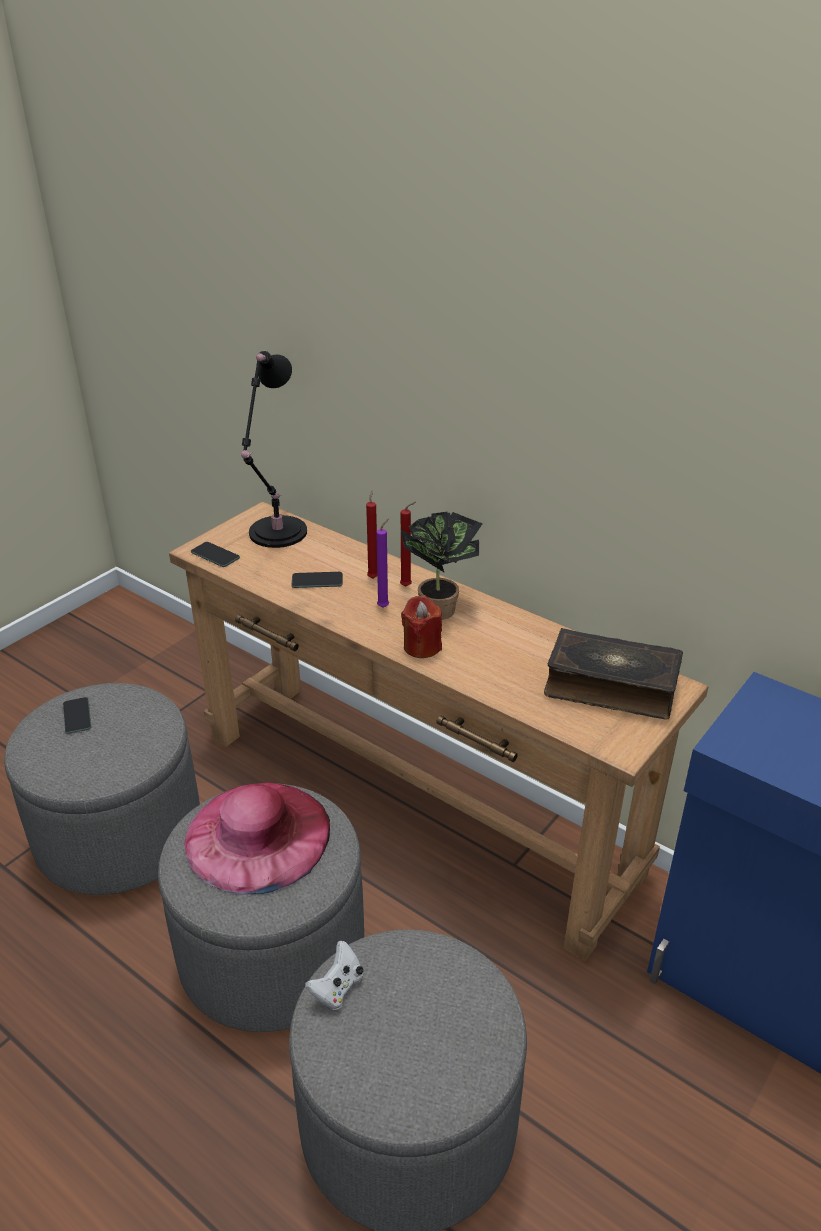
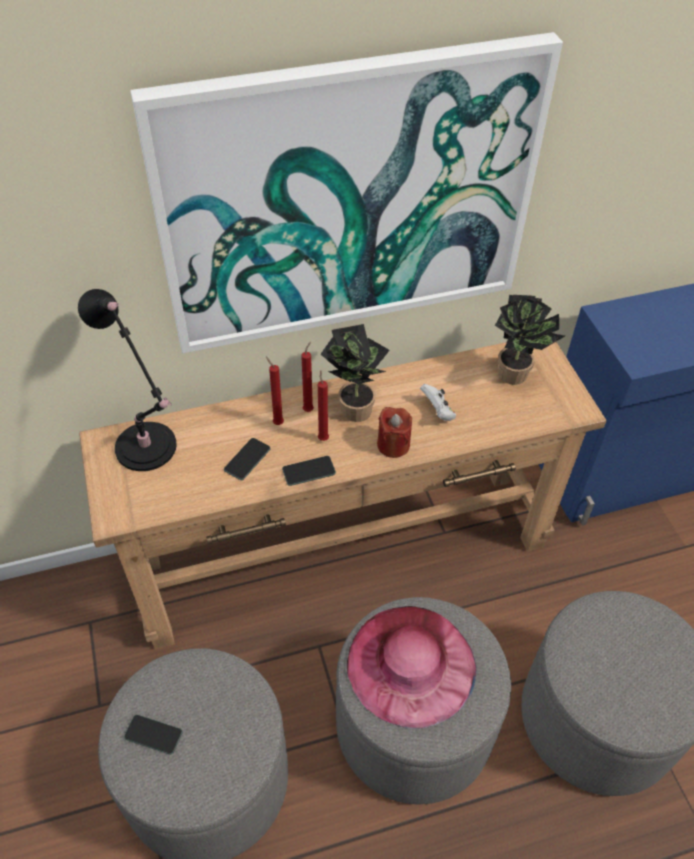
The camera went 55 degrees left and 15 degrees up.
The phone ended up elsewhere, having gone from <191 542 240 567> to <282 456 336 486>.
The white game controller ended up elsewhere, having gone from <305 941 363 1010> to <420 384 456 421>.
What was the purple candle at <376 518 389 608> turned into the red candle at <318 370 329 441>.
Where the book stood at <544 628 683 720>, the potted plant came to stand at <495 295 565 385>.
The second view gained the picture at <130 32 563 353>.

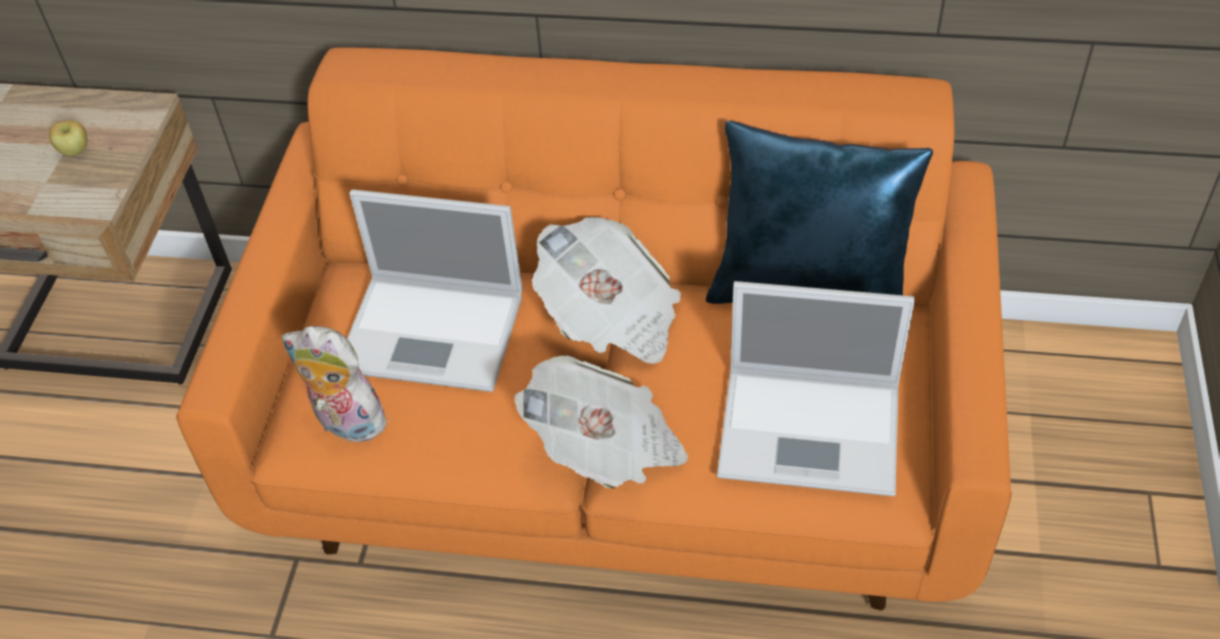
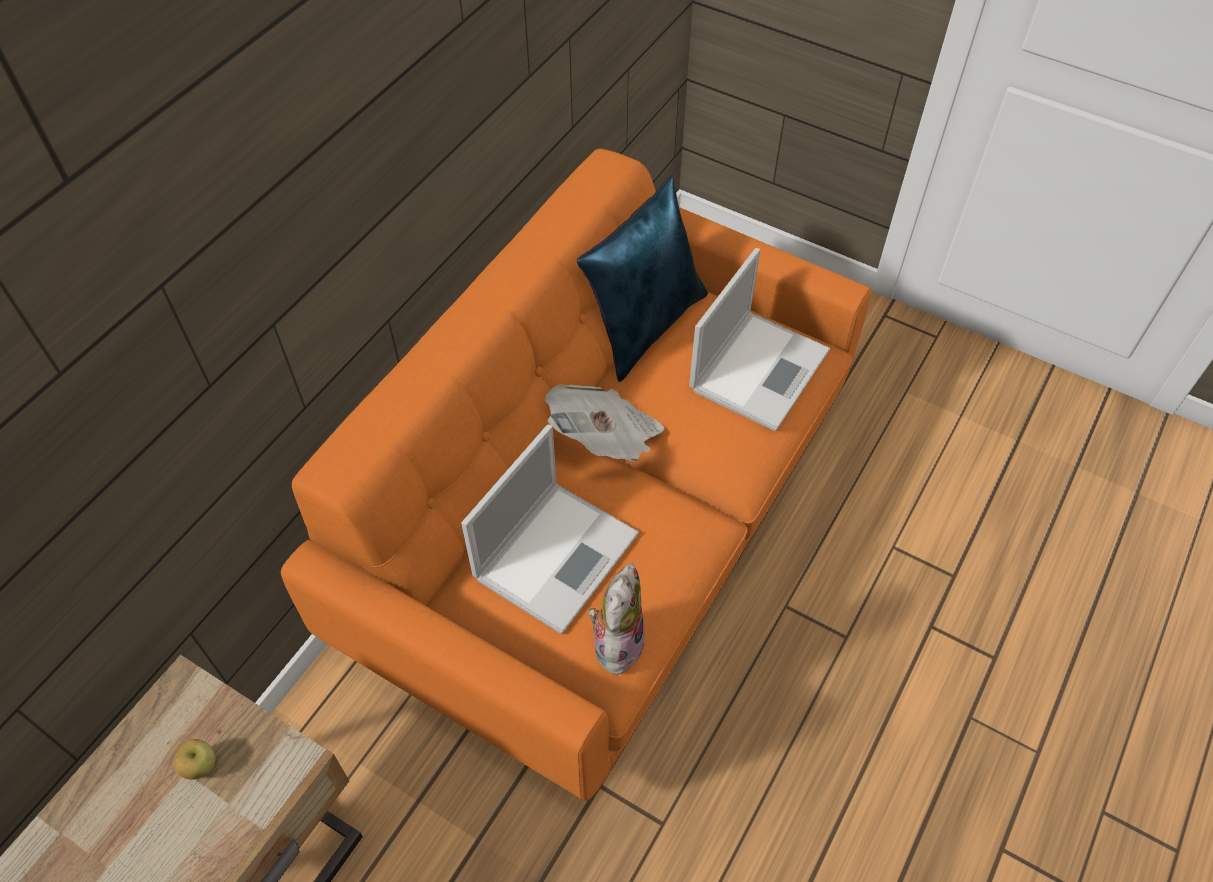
The camera went 70 degrees left and 5 degrees up.
The plush toy at <282 326 395 442> ended up facing another way, 150 degrees clockwise from before.
The second view lost the newspaper at <514 355 689 489>.

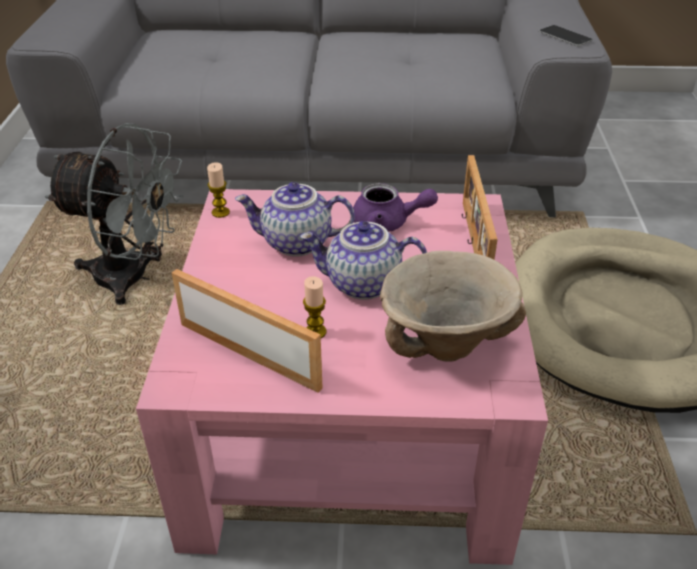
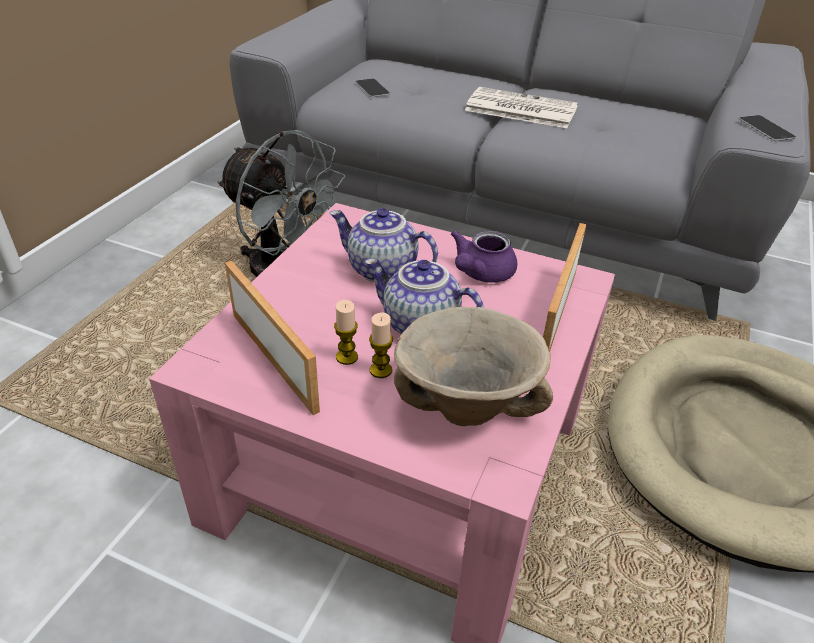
The camera went 20 degrees right and 0 degrees up.
The candle ended up elsewhere, having gone from <207 162 230 218> to <369 312 393 378>.
The purple teapot at <353 183 438 232> ended up facing another way, 90 degrees clockwise from before.
The second view gained the phone at <355 78 390 97>.
The second view gained the newspaper at <465 87 578 128>.

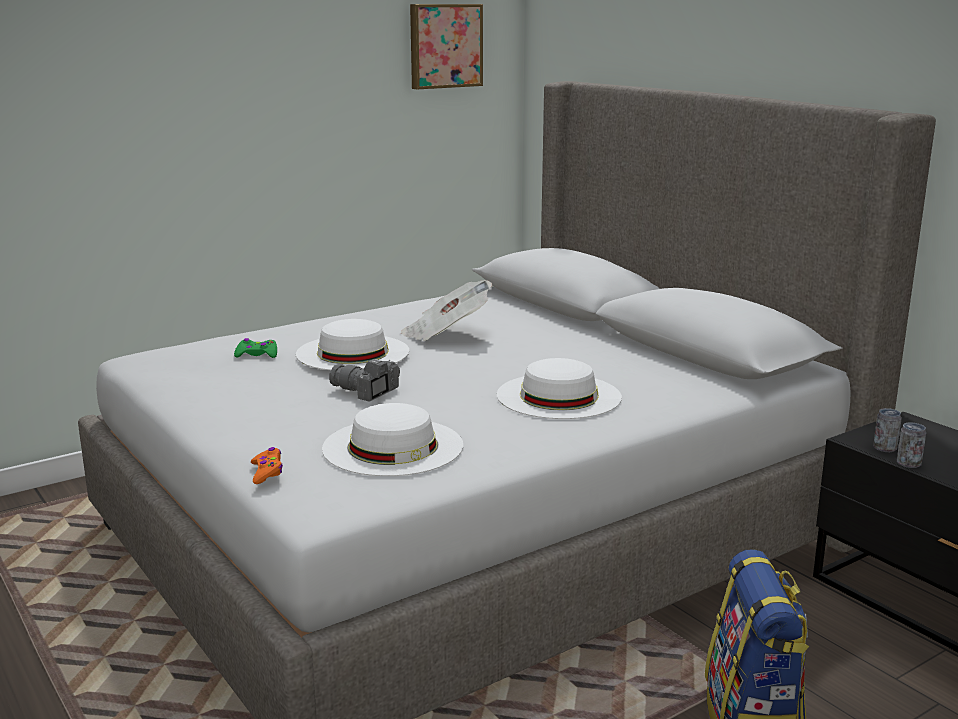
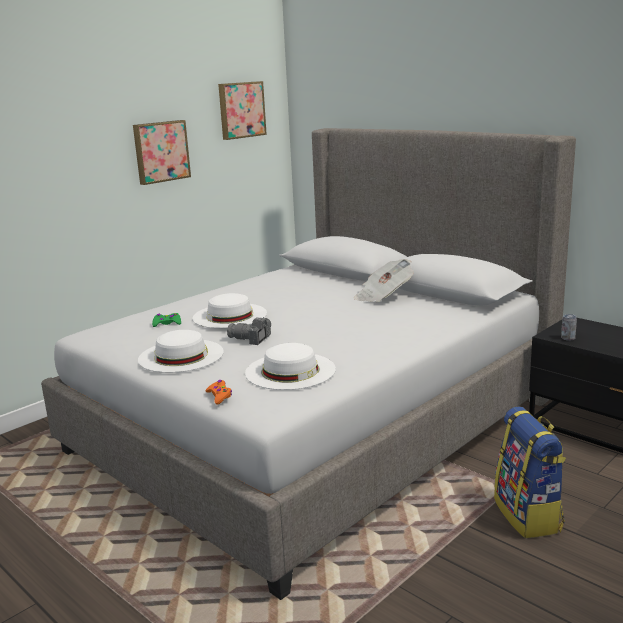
The camera went 10 degrees left and 0 degrees up.
The newspaper ended up elsewhere, having gone from <401 280 493 341> to <354 259 414 302>.
The white hat ended up elsewhere, having gone from <497 358 622 419> to <138 330 224 373>.
The second view lost the can at <897 423 926 468>.
The second view gained the picture at <133 120 191 185>.

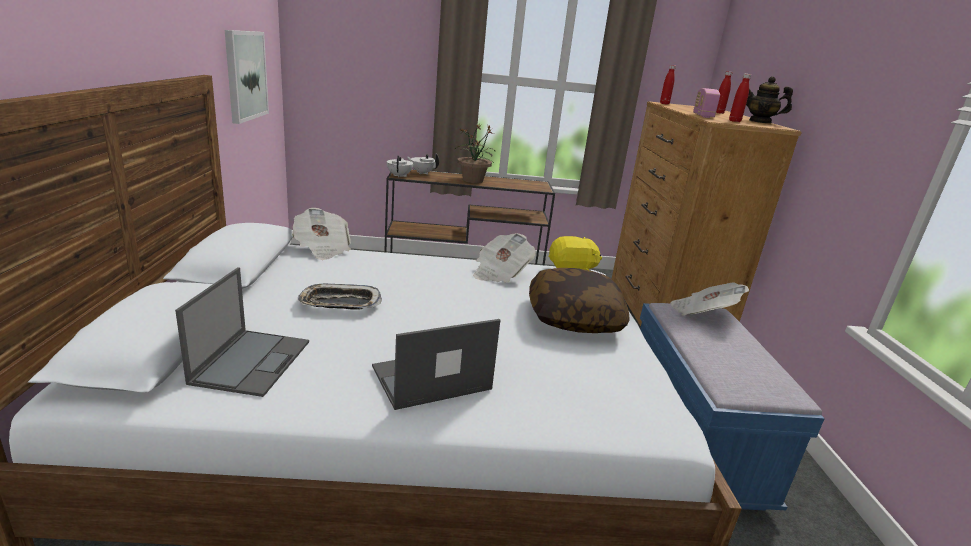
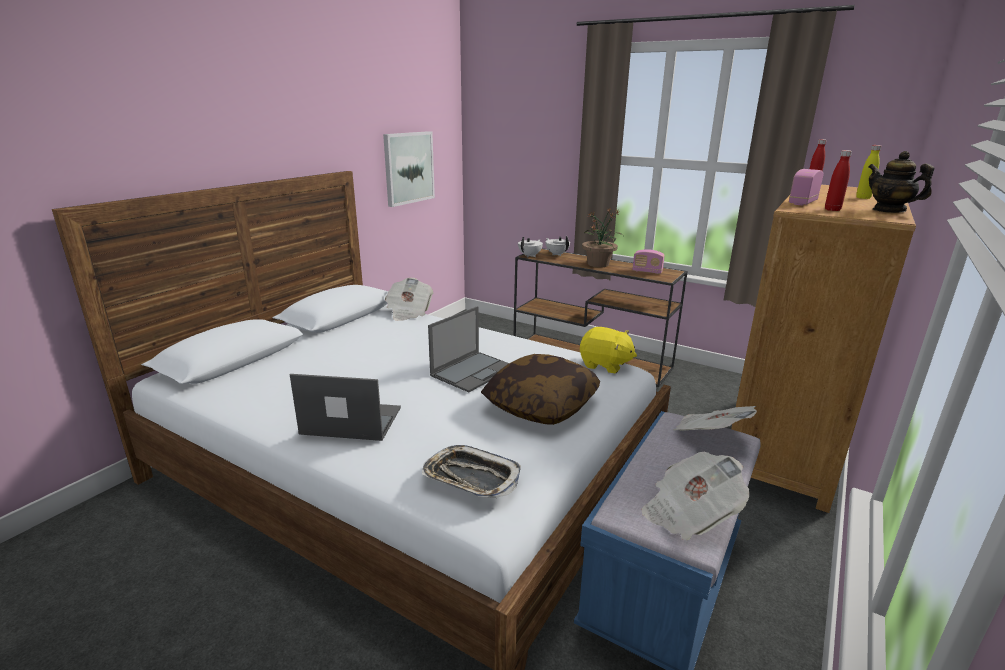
The camera went 35 degrees right and 0 degrees up.
The laptop ended up elsewhere, having gone from <175 267 309 397> to <428 306 509 392>.
The tray ended up elsewhere, having gone from <297 284 382 310> to <422 445 521 498>.
The newspaper ended up elsewhere, having gone from <473 233 536 283> to <642 452 750 540>.
What was the red bottle at <716 71 733 114> turned into the yellow bottle at <856 145 881 199>.
The second view gained the radio at <632 249 665 274>.

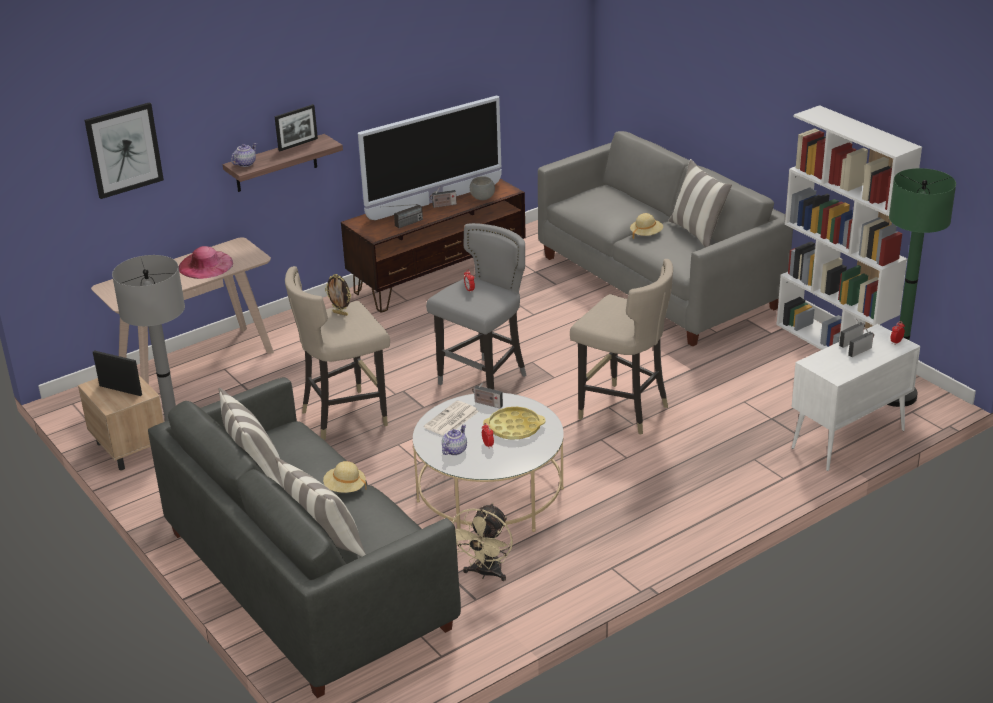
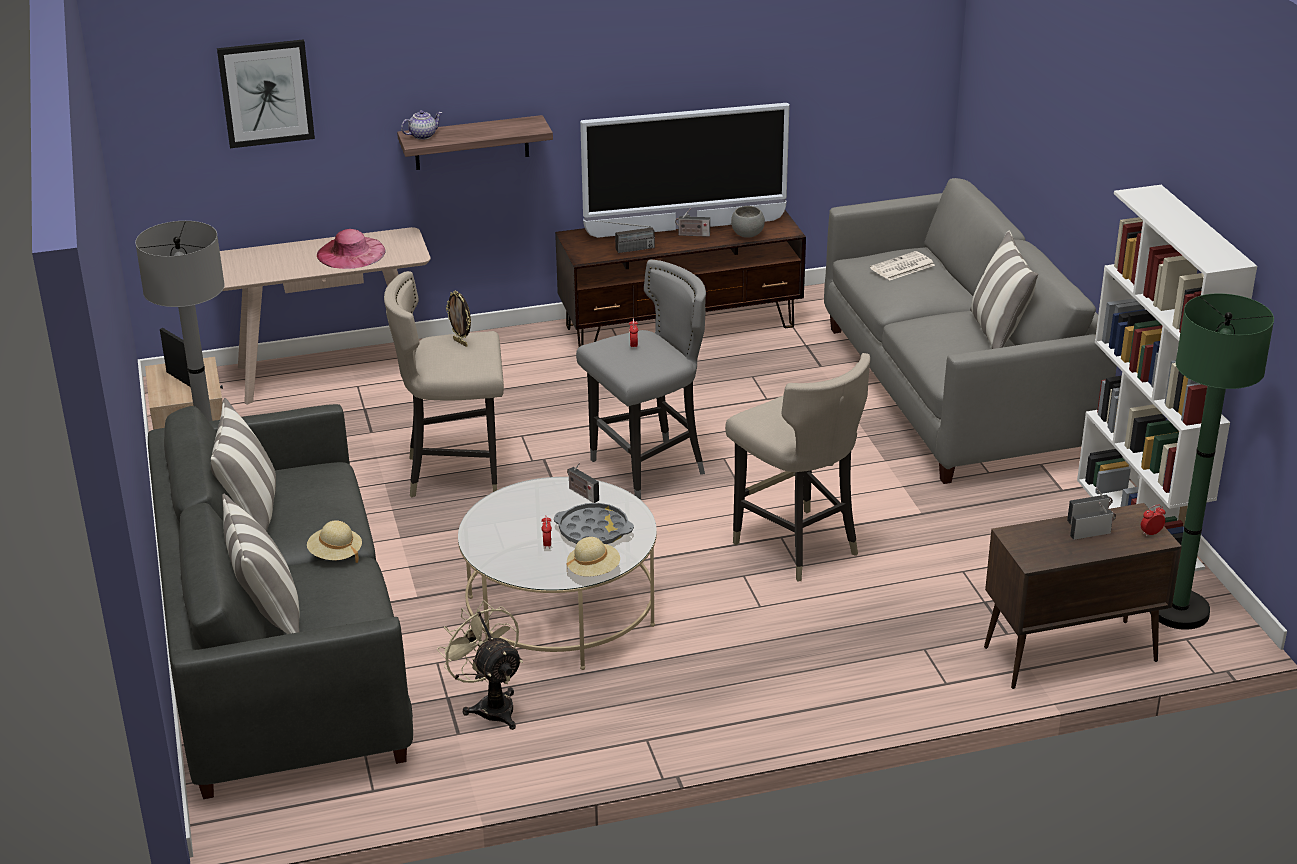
The camera went 20 degrees right and 0 degrees up.
The second view lost the picture frame at <274 104 318 151>.
The newspaper ended up elsewhere, having gone from <424 401 479 436> to <870 251 935 281>.
The second view lost the teapot at <442 425 467 455>.
The beige fan at <452 503 513 581> ended up facing another way, 105 degrees clockwise from before.
What was the yellow tray at <483 407 545 440> turned into the grey tray at <554 503 634 544>.
The beige hat ended up elsewhere, having gone from <630 213 663 239> to <567 537 620 577>.
What was the white cabinet at <792 324 920 471> turned into the brown cabinet at <984 503 1182 689>.

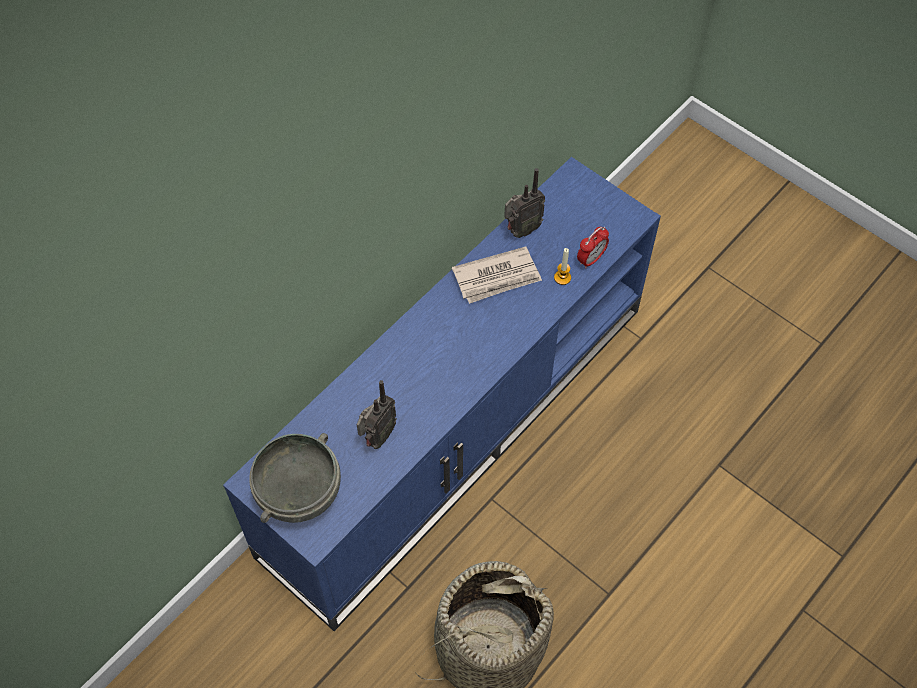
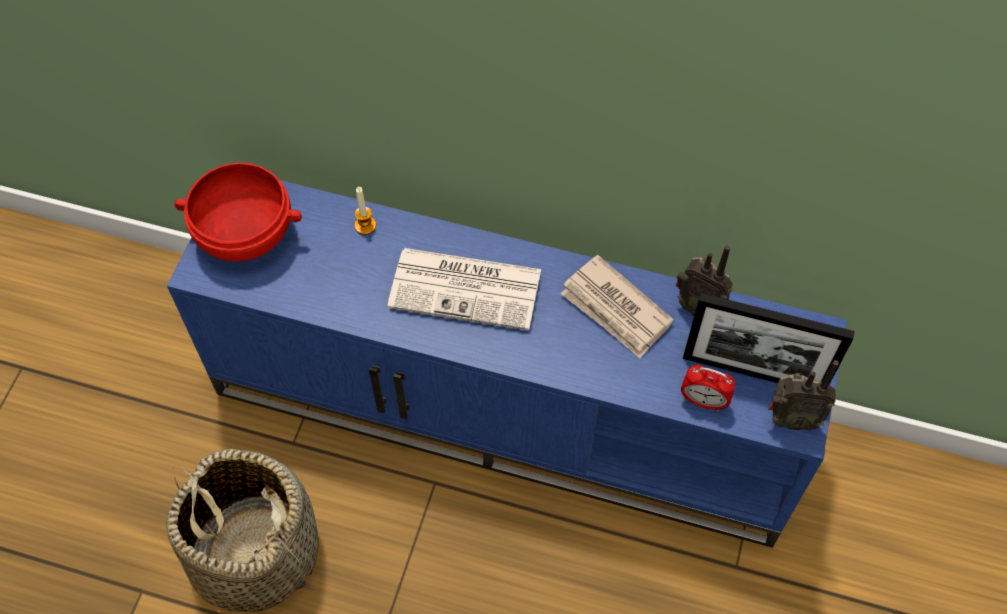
The camera went 65 degrees right and 0 degrees up.
What was the grey bowl at <249 433 341 523> turned into the red bowl at <174 163 302 261>.
The radio ended up elsewhere, having gone from <357 380 397 449> to <768 360 839 431>.
The candle ended up elsewhere, having gone from <554 248 571 285> to <354 187 376 235>.
The second view gained the newspaper at <387 248 541 331>.
The second view gained the picture frame at <683 293 855 385>.

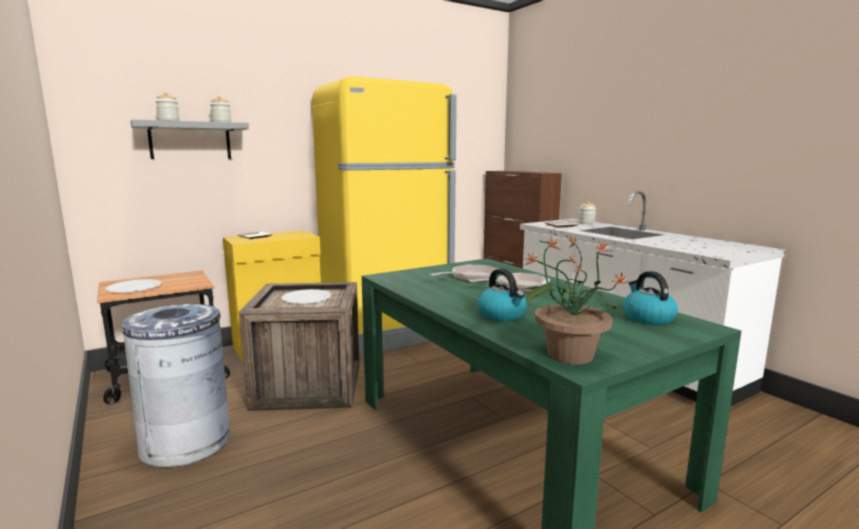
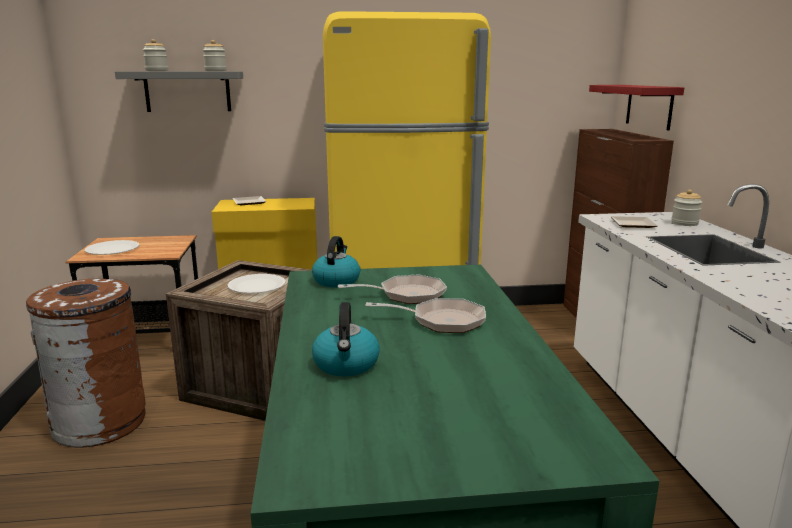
The camera went 25 degrees right and 5 degrees up.
What was the grey trash can at <121 304 230 468> turned into the brown trash can at <26 279 146 448>.
The second view lost the potted plant at <523 236 629 365>.
The kettle ended up elsewhere, having gone from <623 271 678 325> to <312 236 360 287>.
The second view gained the red shelf at <589 85 684 130>.

